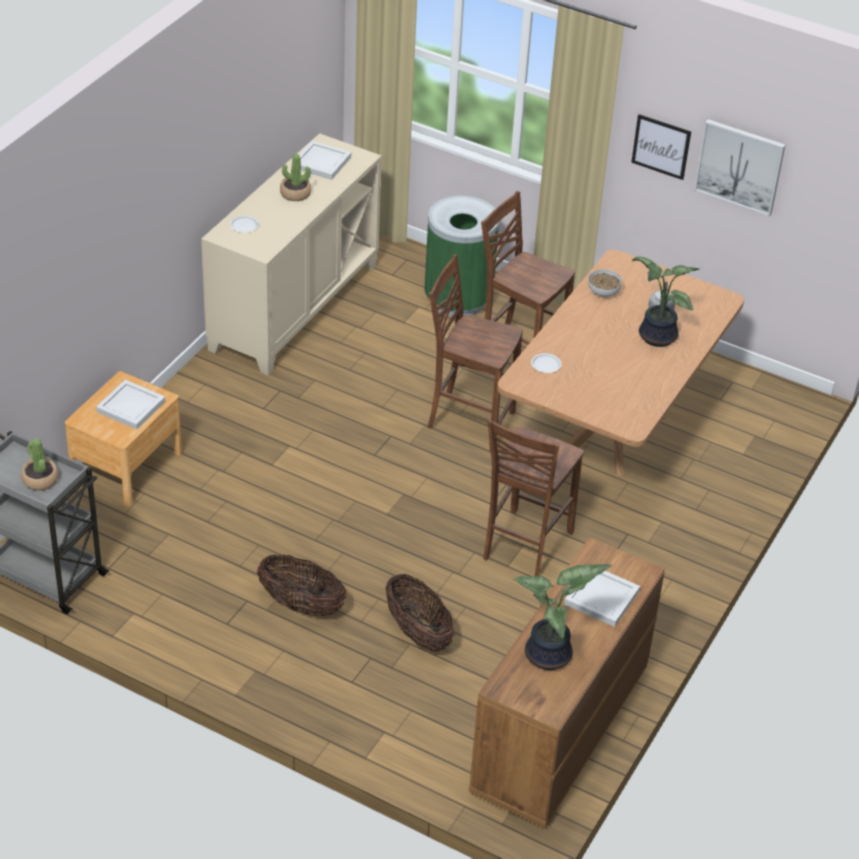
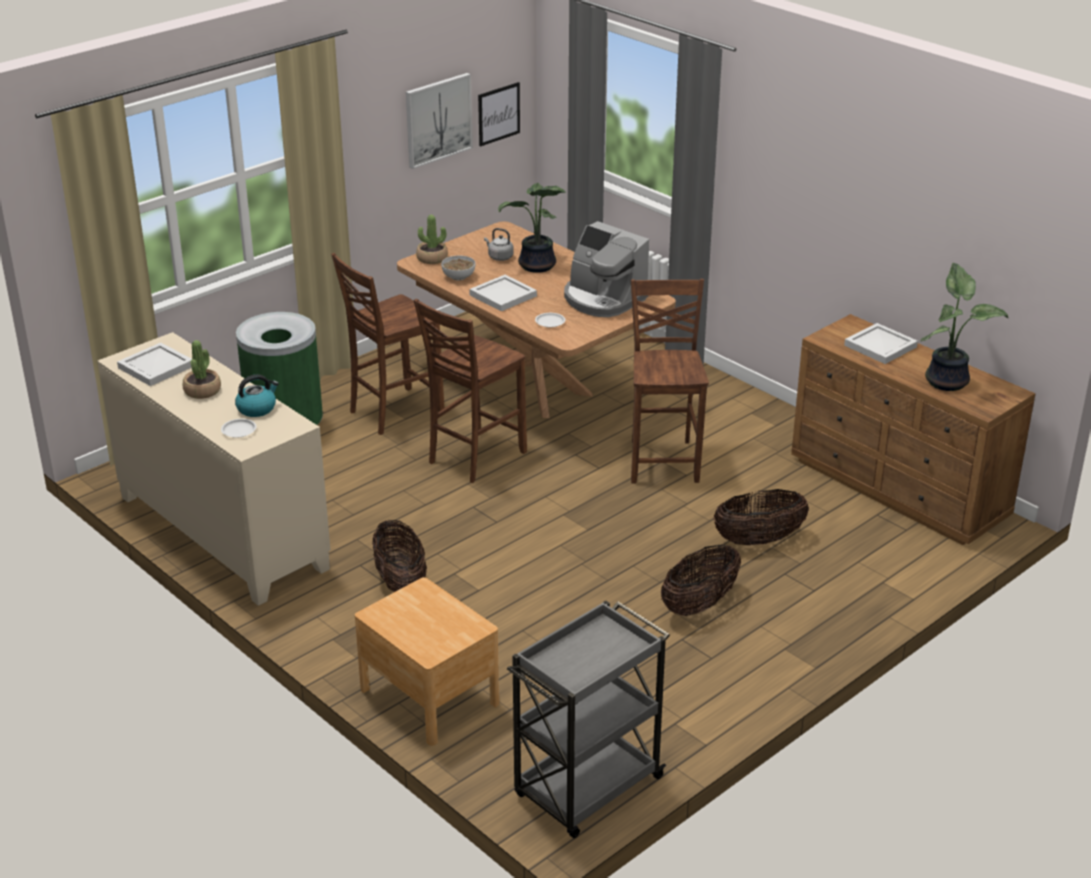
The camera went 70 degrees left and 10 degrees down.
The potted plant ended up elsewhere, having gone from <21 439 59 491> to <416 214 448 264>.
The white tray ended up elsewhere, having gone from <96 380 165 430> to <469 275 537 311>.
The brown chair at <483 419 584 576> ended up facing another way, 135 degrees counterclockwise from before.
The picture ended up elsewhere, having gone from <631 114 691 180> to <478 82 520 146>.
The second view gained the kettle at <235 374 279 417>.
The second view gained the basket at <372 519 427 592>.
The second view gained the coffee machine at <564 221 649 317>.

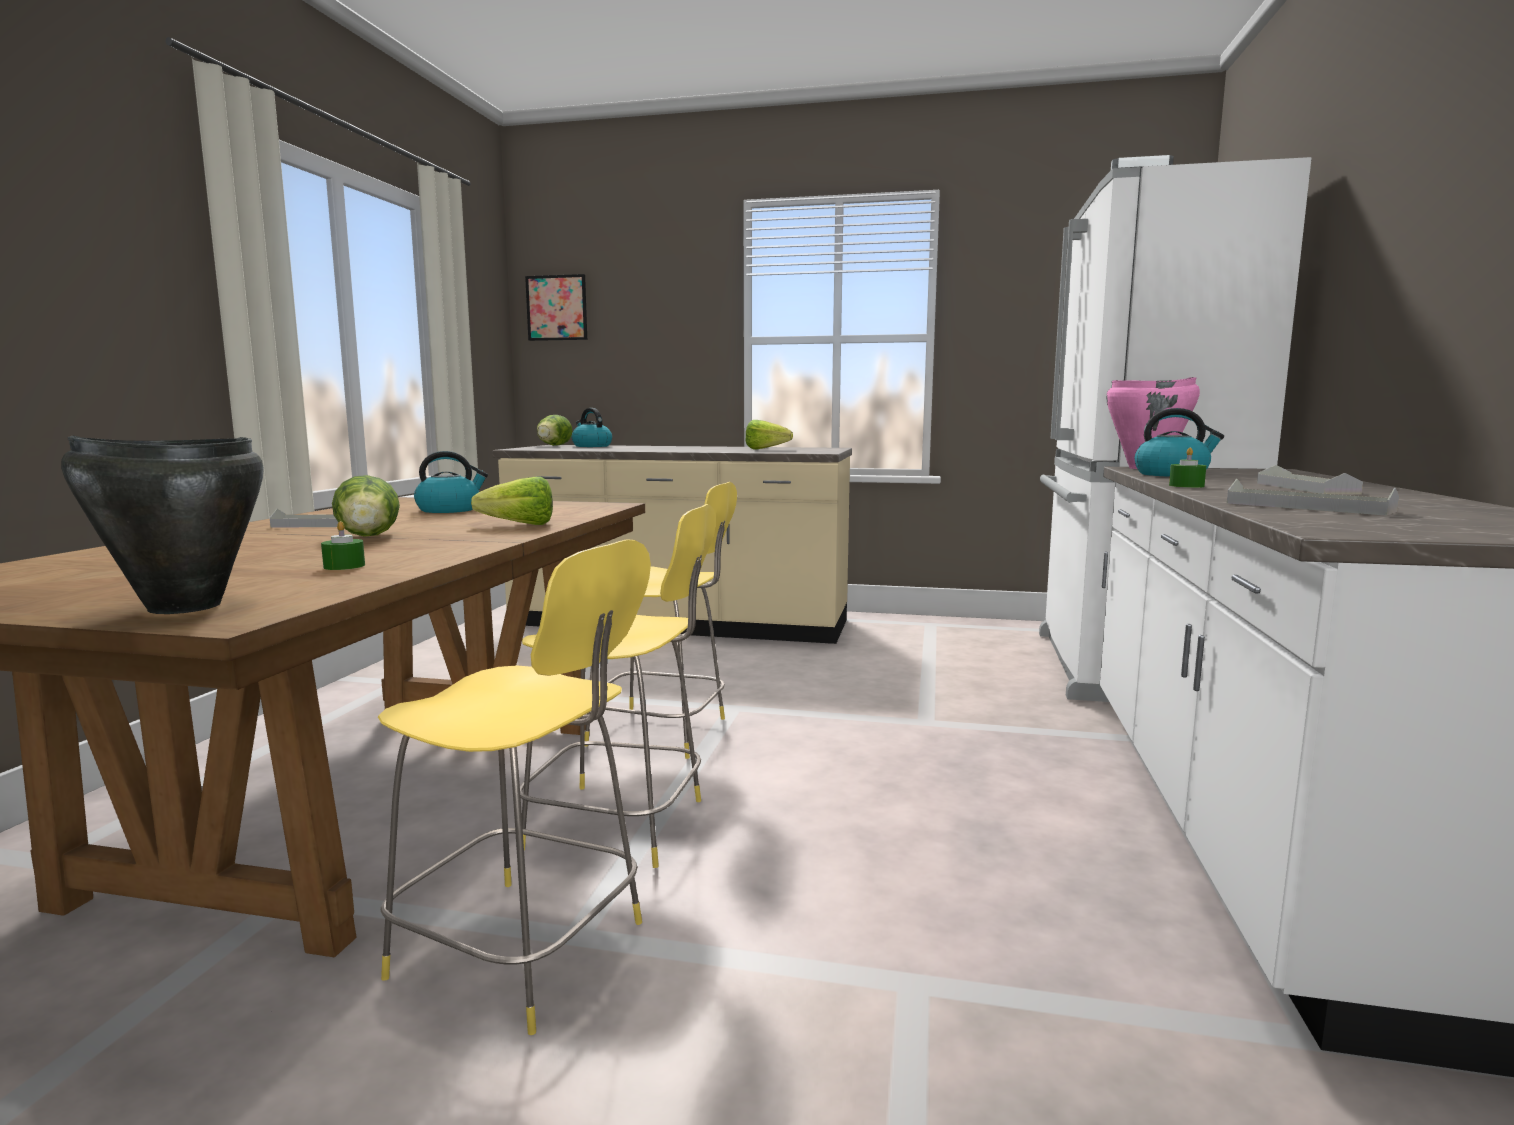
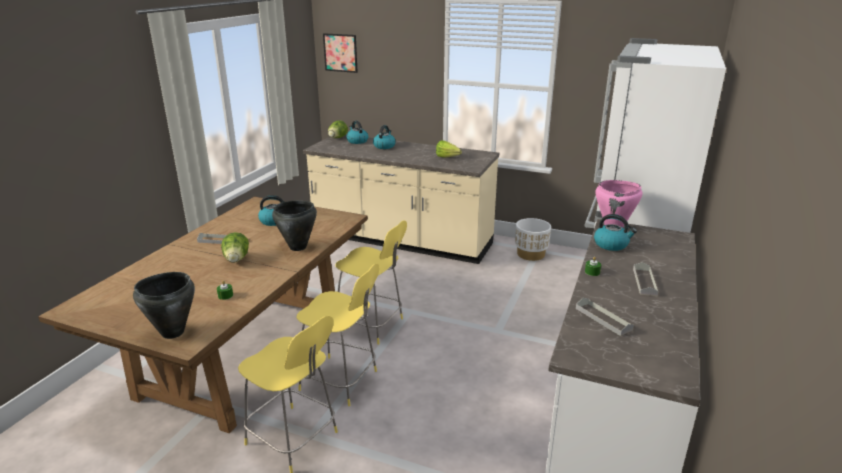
The camera went 10 degrees right and 15 degrees up.
Where the lettuce stood at <471 477 553 525>, the black cooking pot came to stand at <272 201 317 251>.
The second view gained the kettle at <373 125 396 149>.
The second view gained the white planter at <515 218 551 261>.

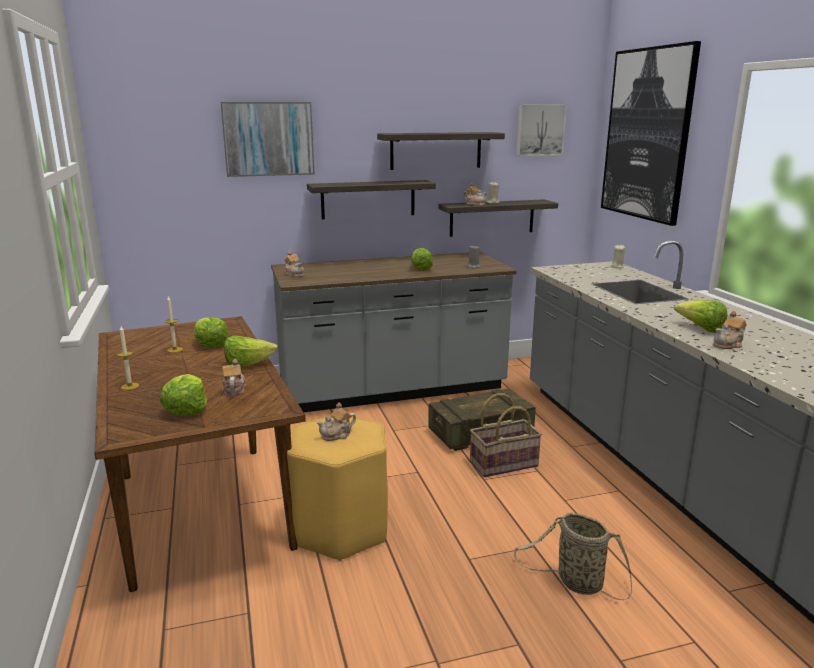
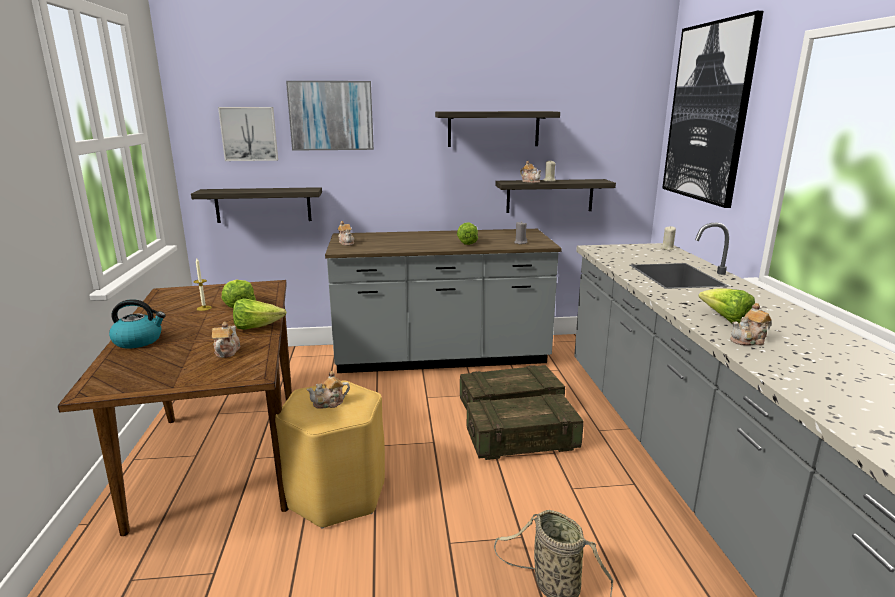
The camera went 10 degrees right and 0 degrees up.
Where the candle stood at <117 326 139 390>, the kettle came to stand at <109 299 166 349>.
The second view lost the lettuce at <160 374 207 416>.
The shelf ended up elsewhere, having gone from <307 180 436 219> to <191 187 322 223>.
Where the basket stood at <470 393 542 477>, the crate came to stand at <467 394 584 460>.
The picture ended up elsewhere, having gone from <516 104 567 156> to <218 107 278 161>.

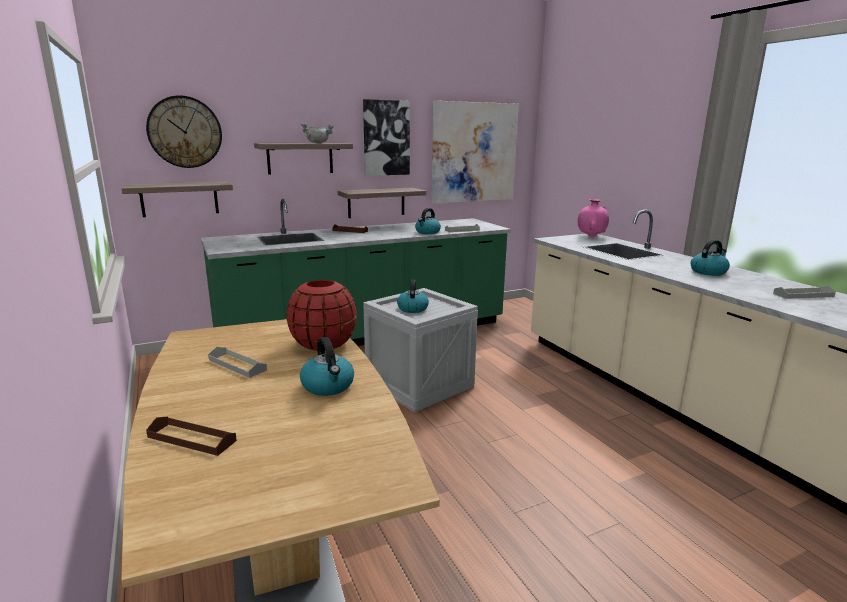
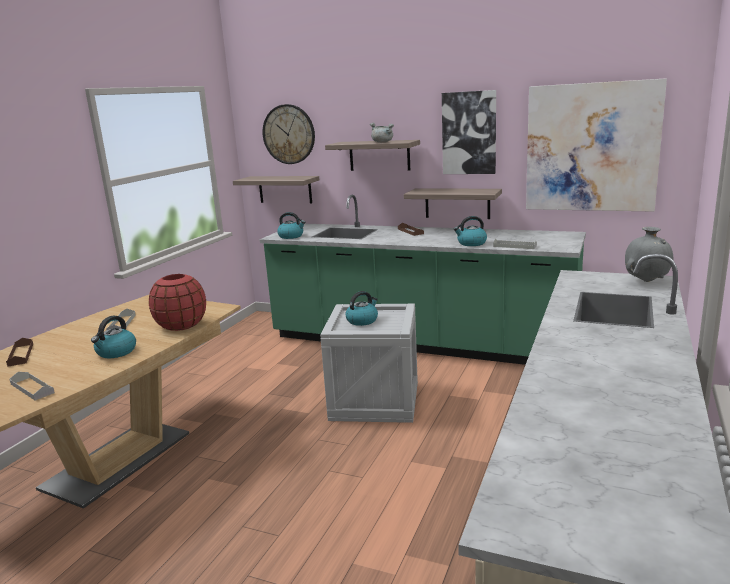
The camera went 50 degrees right and 0 degrees up.
What was the pink vase at <578 199 609 237> turned into the grey vase at <625 227 673 282>.
The kettle ended up elsewhere, having gone from <691 240 730 276> to <277 212 305 239>.
The grey tray ended up elsewhere, having gone from <773 286 836 299> to <10 372 55 400>.

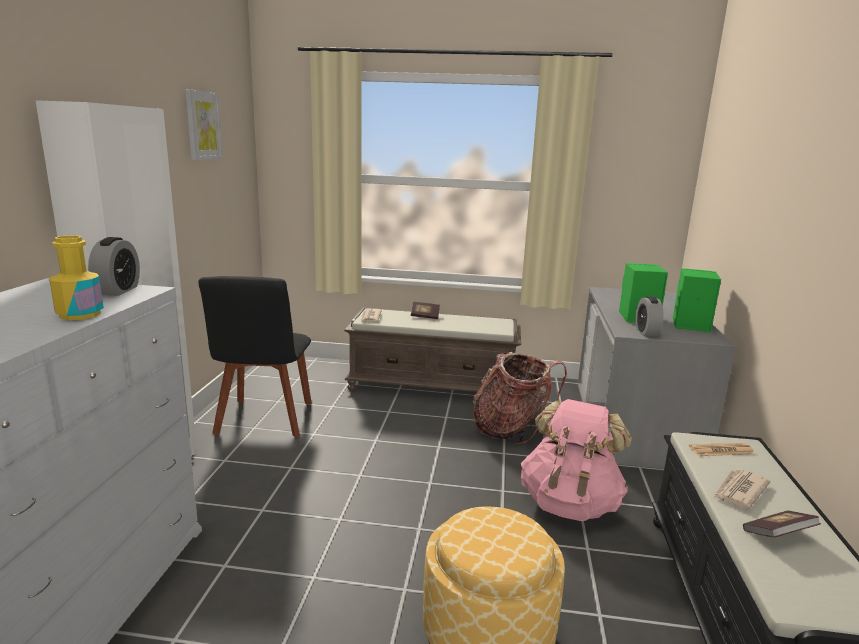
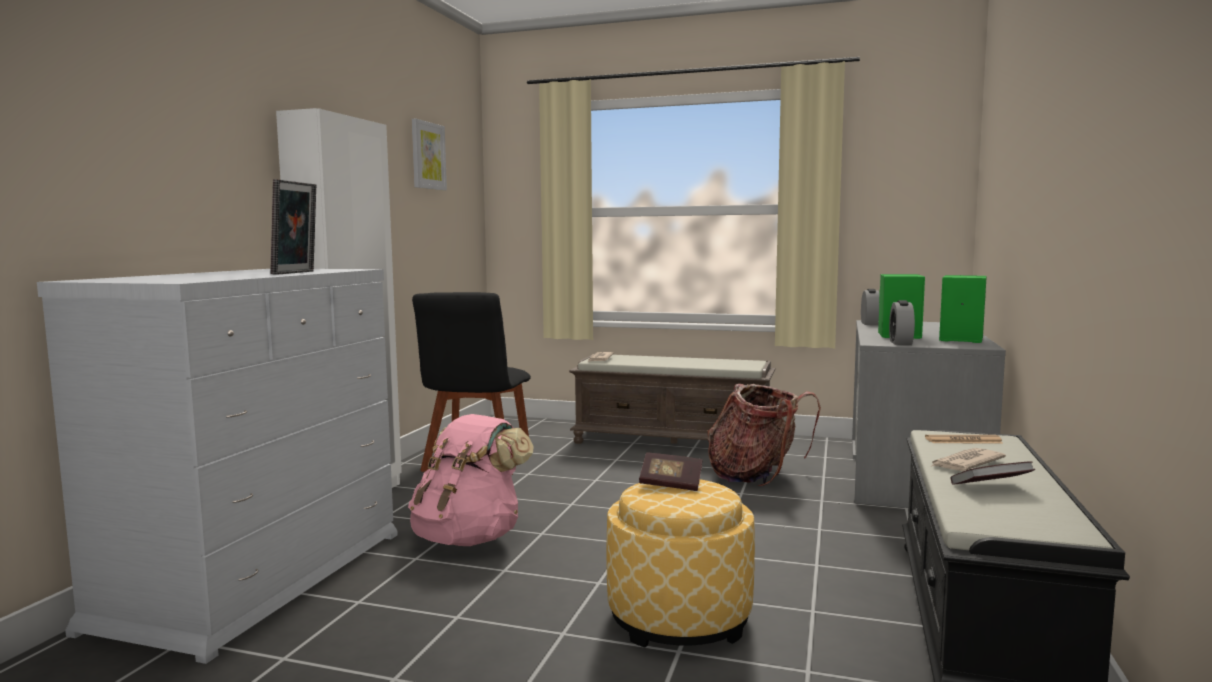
The camera went 10 degrees right and 10 degrees down.
Where the yellow bottle stood at <49 235 104 320>, the picture frame came to stand at <270 179 317 275>.
The alarm clock ended up elsewhere, having gone from <88 237 140 296> to <861 289 879 325>.
The book ended up elsewhere, having gone from <411 302 440 319> to <639 453 703 491>.
The pink backpack ended up elsewhere, having gone from <521 399 631 521> to <408 414 534 546>.

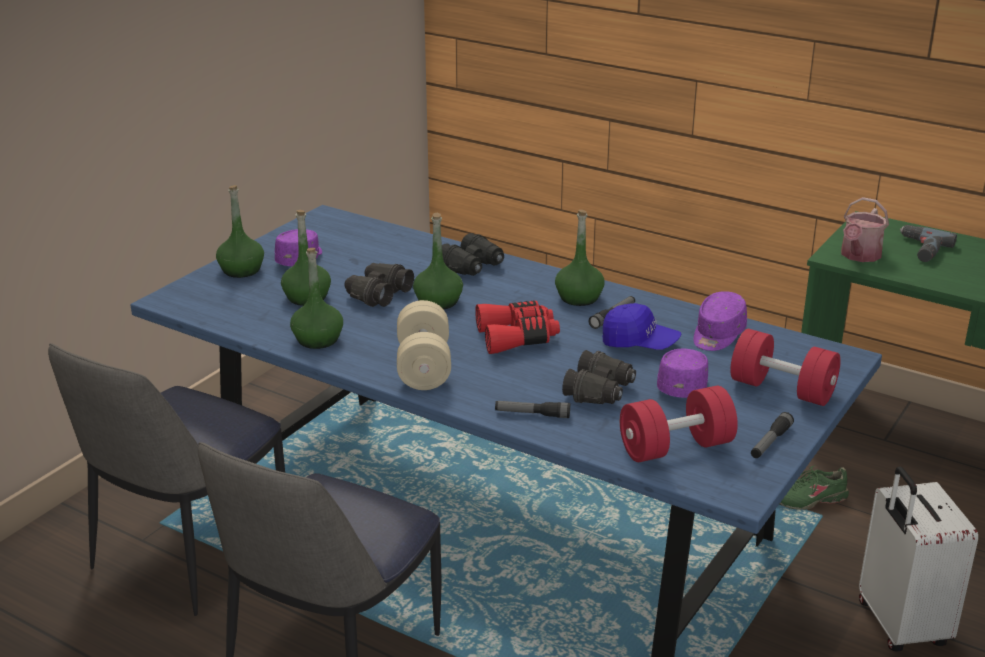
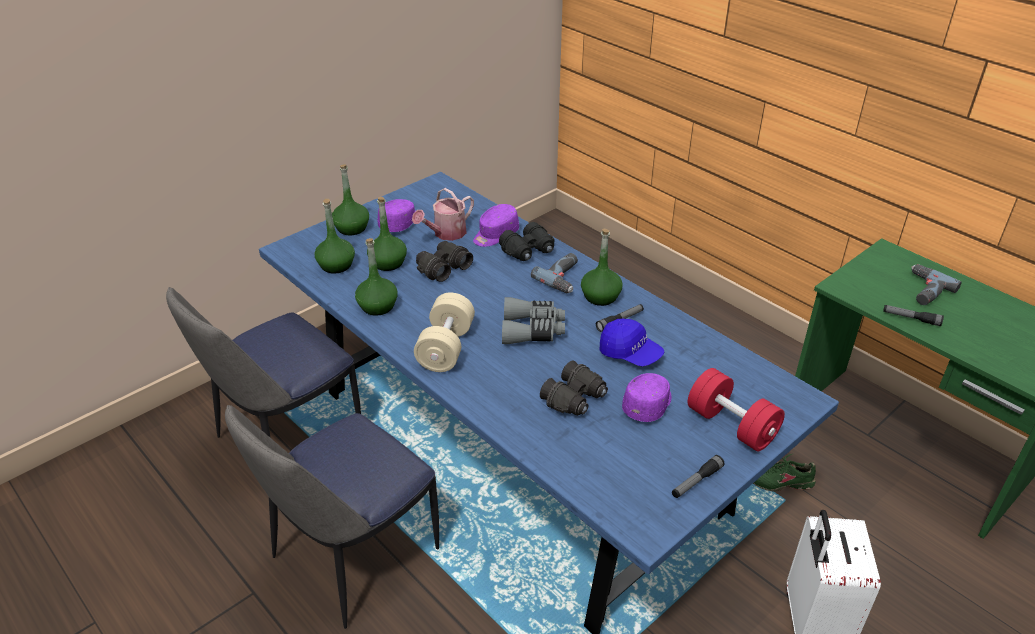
The camera went 15 degrees right and 10 degrees up.
The green bottle ended up elsewhere, having gone from <413 213 463 310> to <315 199 355 274>.
What was the red binoculars at <475 301 560 354> turned into the grey binoculars at <502 297 565 344>.
The flashlight ended up elsewhere, having gone from <495 401 570 418> to <883 305 944 326>.
The second view lost the red dumbbell at <620 386 738 462>.
The purple cap ended up elsewhere, having gone from <693 291 747 351> to <473 204 519 247>.
The watering can ended up elsewhere, having gone from <841 197 889 262> to <412 188 474 241>.
The second view gained the power drill at <531 253 578 293>.

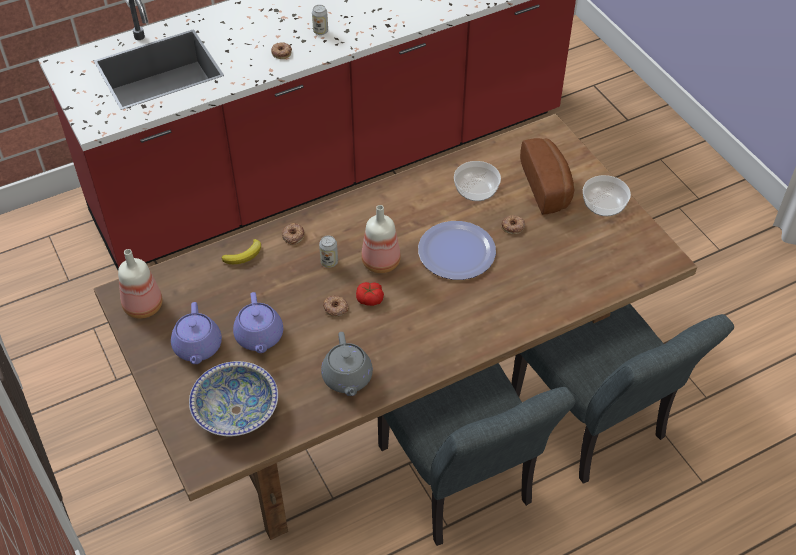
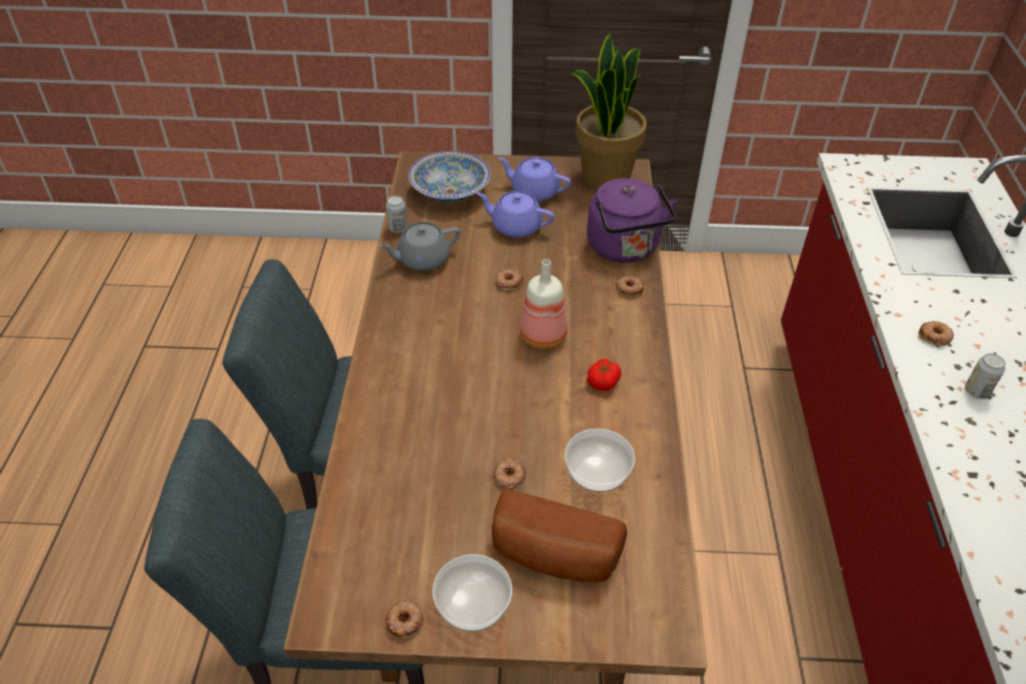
The camera went 120 degrees right and 5 degrees down.
Where the bottle stood at <118 249 163 319>, the potted plant came to stand at <569 34 647 190>.
Where the banana stood at <222 239 261 264>, the purple kettle came to stand at <587 178 677 263>.
The can ended up elsewhere, having gone from <319 235 338 268> to <386 196 407 233>.
The grey teapot at <321 332 373 396> ended up facing another way, 45 degrees counterclockwise from before.
The tomato ended up elsewhere, having gone from <356 282 384 306> to <587 359 621 391>.
The second view lost the plate at <418 221 496 280>.
The second view gained the donut at <386 600 423 639>.

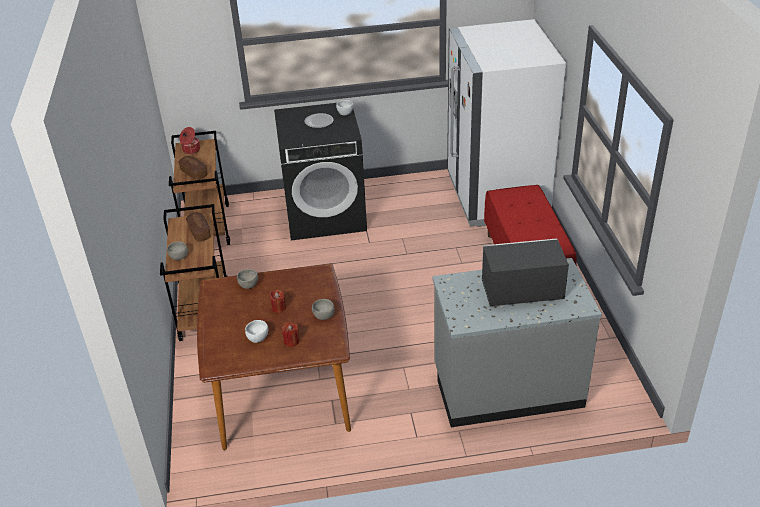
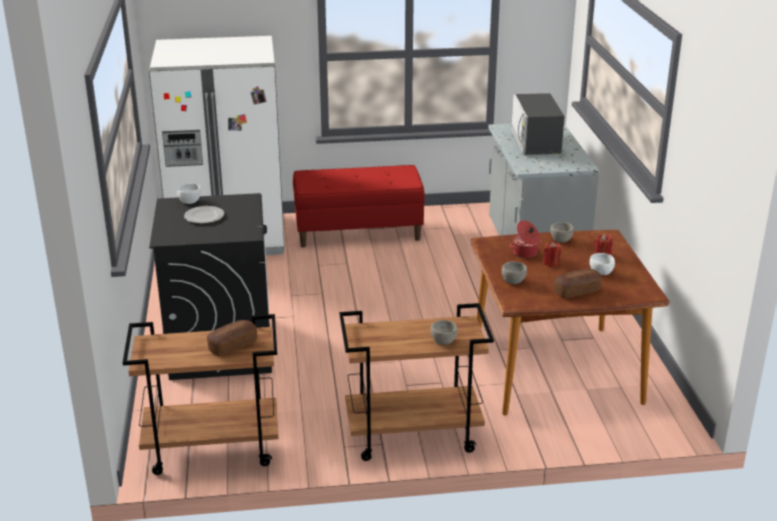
The camera went 90 degrees left and 10 degrees down.
The cooking pot ended up elsewhere, having gone from <179 127 200 154> to <510 220 542 258>.
The bread ended up elsewhere, having gone from <186 212 211 242> to <554 269 602 298>.

